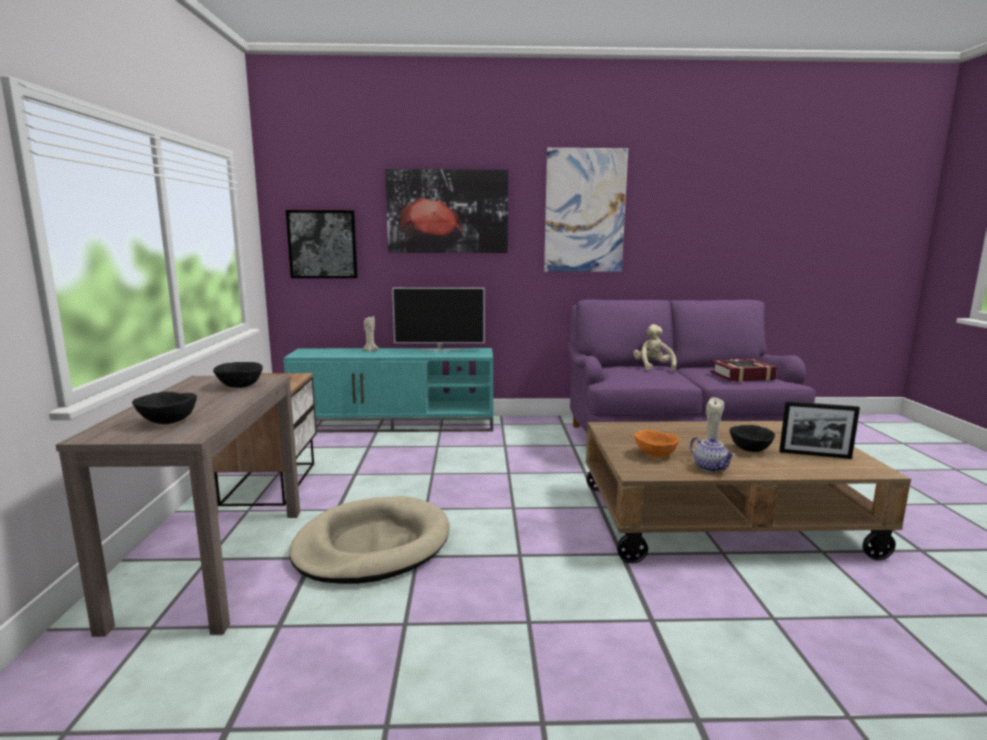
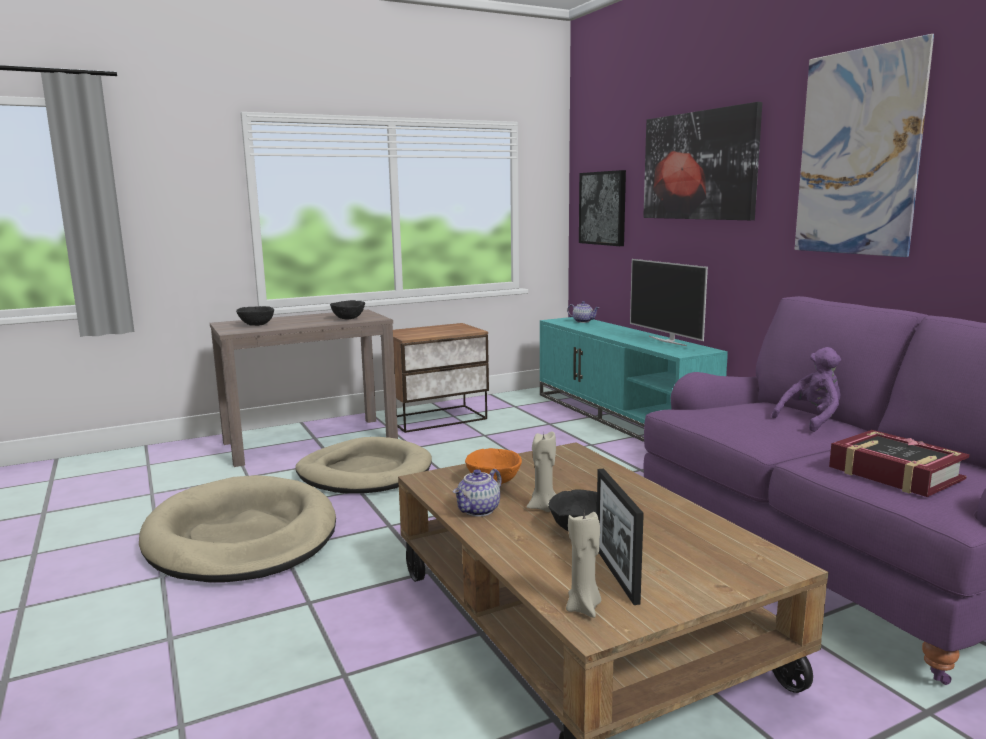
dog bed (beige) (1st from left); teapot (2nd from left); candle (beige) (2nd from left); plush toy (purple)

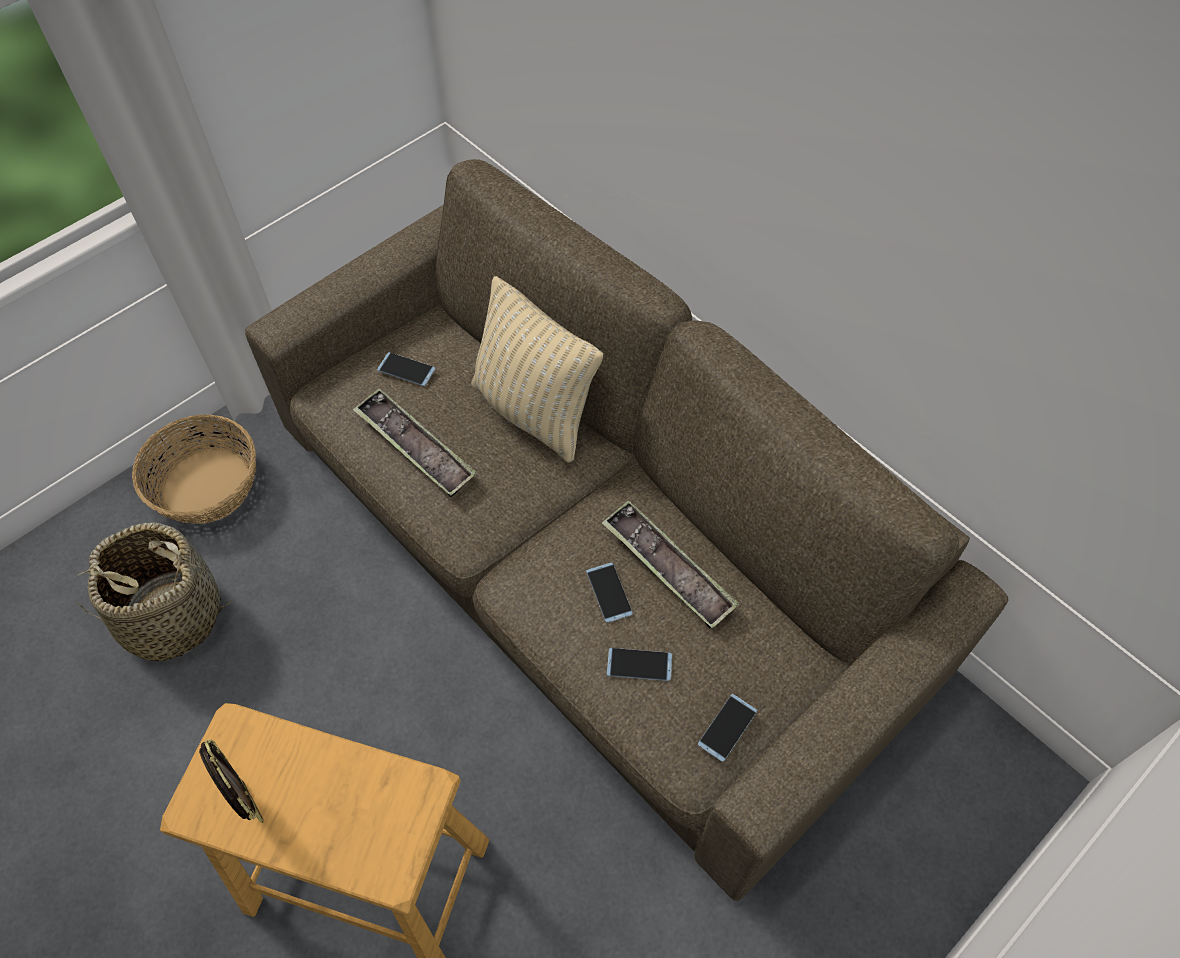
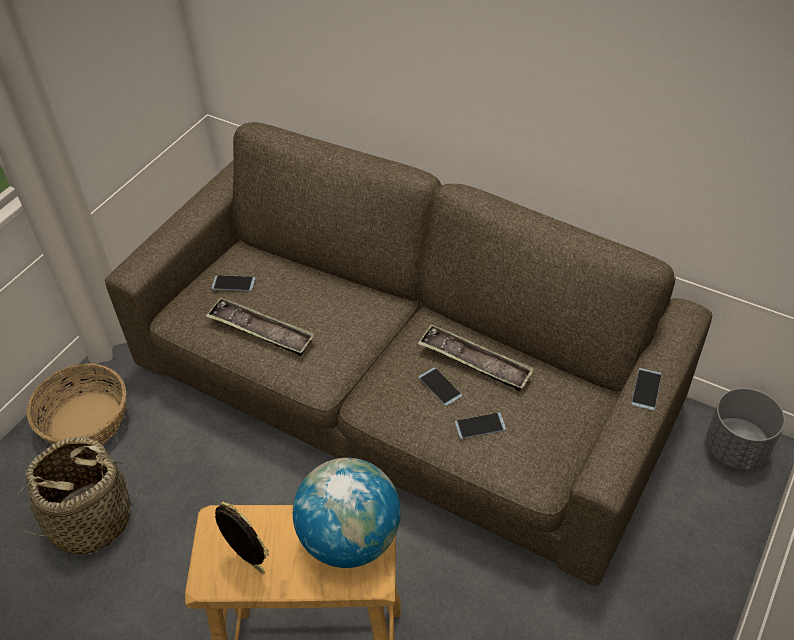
pillow (beige); globe; planter (grey); phone (4th from left)

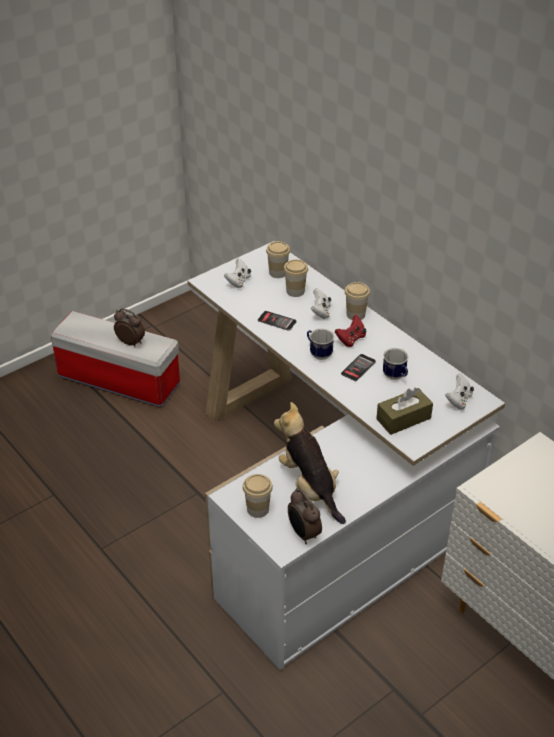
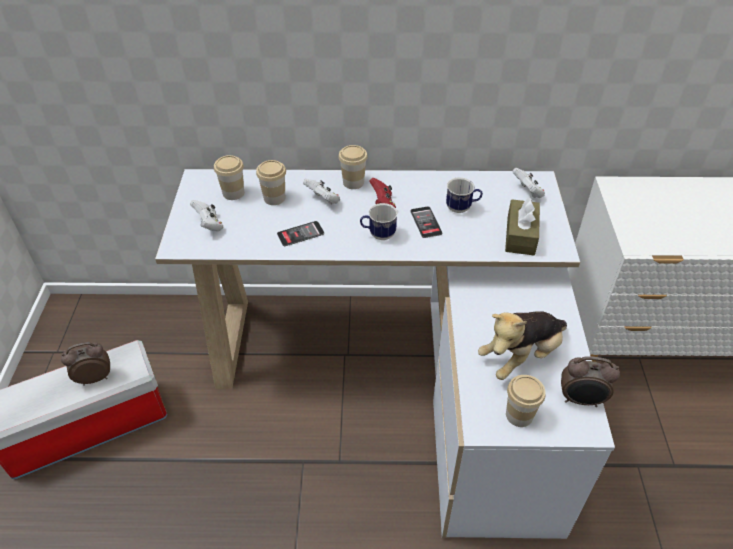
plush toy

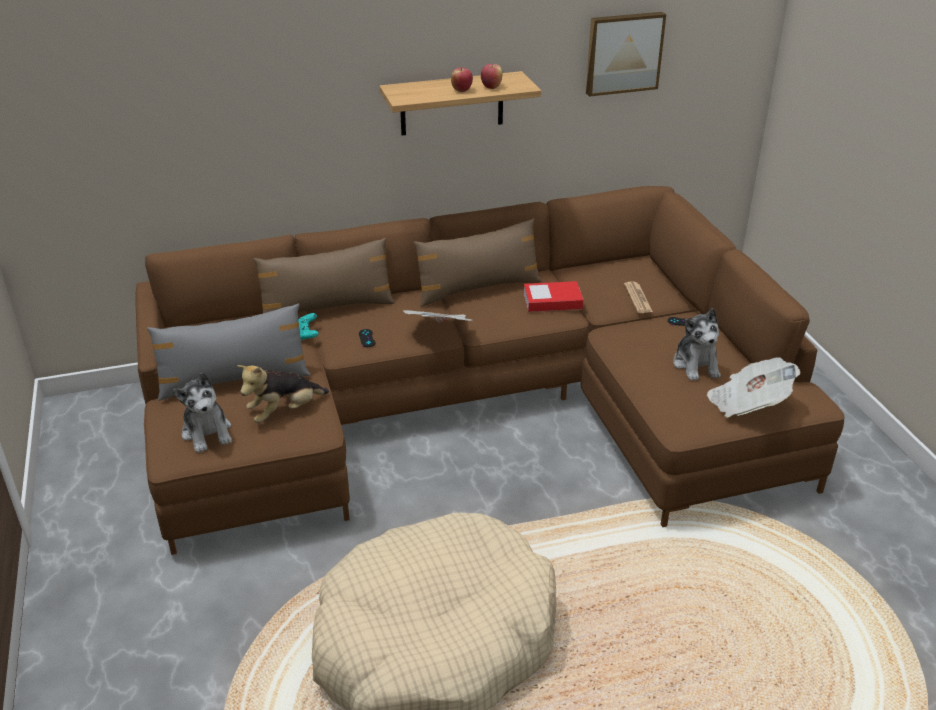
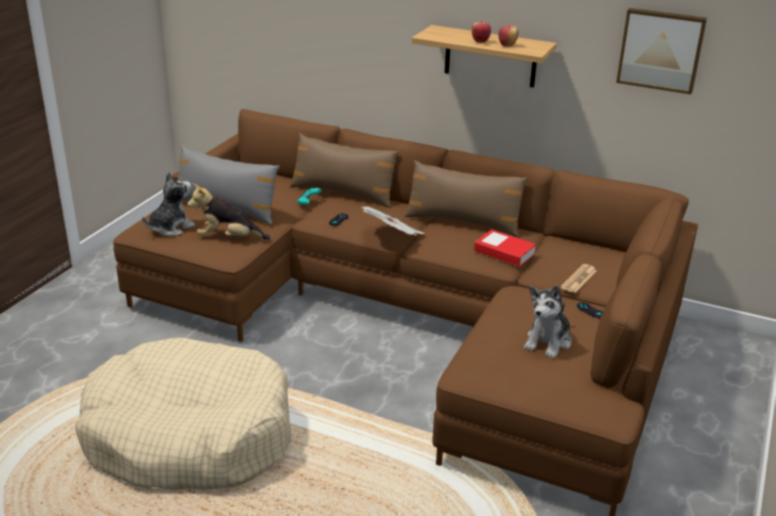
newspaper (3rd from left in the first image); plush toy (1st from left)

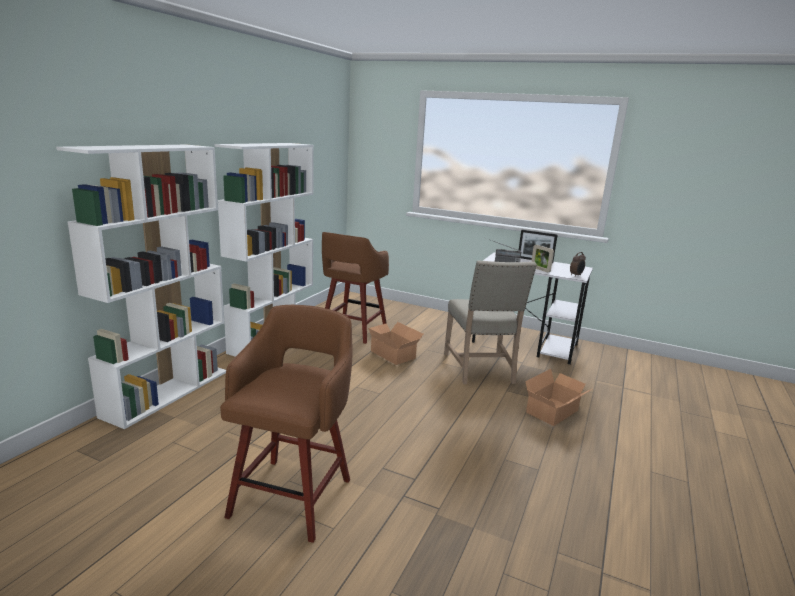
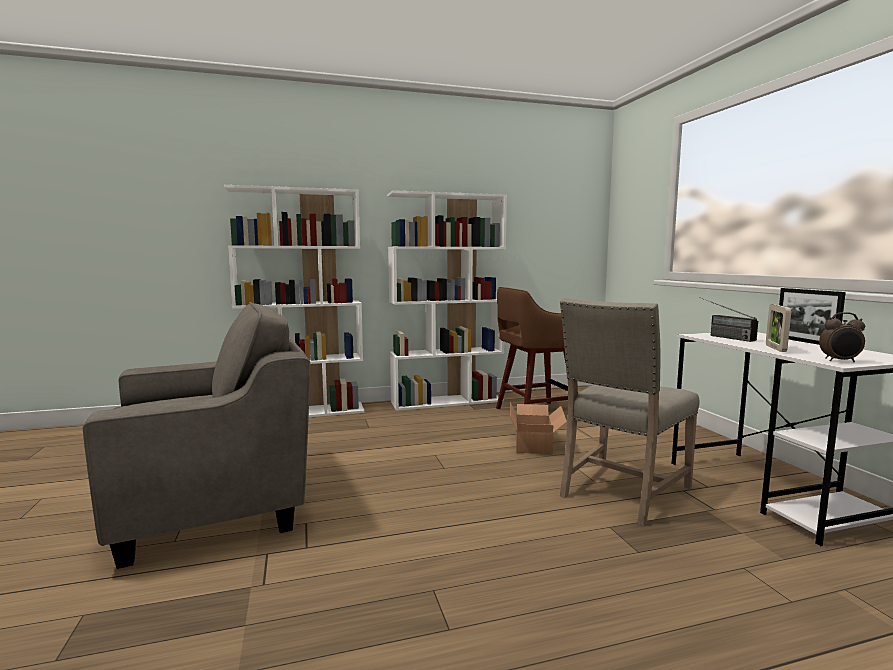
cardboard box (2nd from left in the first image); armchair (grey)

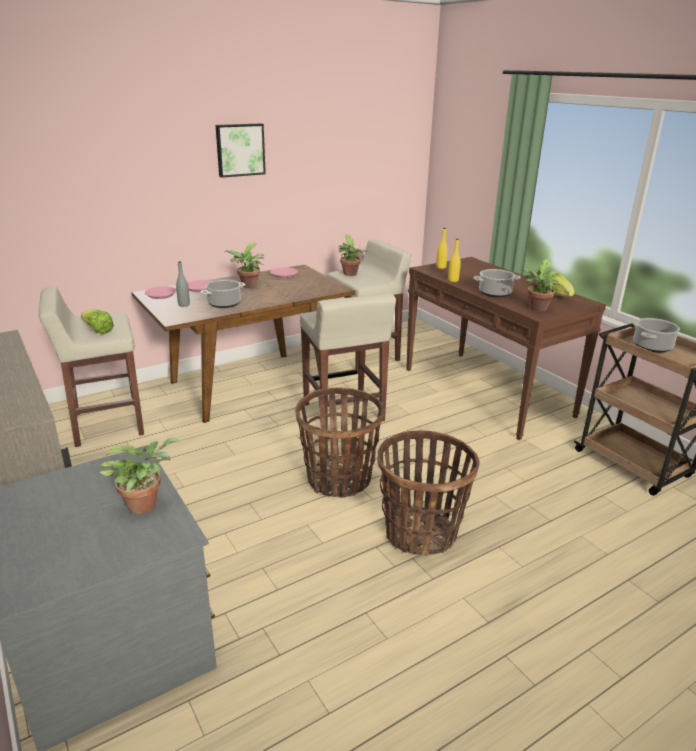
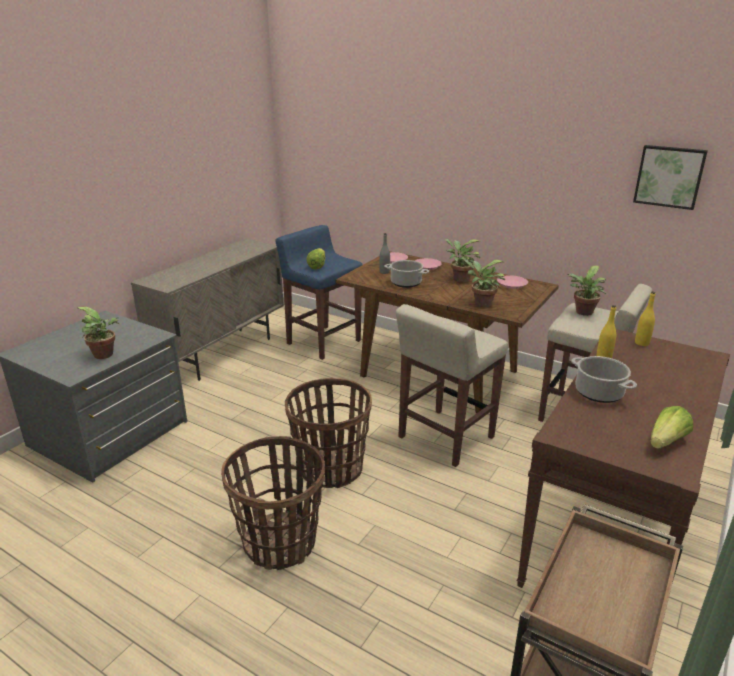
cooking pot (3rd from left in the first image); picture; potted plant (3rd from left); stool (blue)

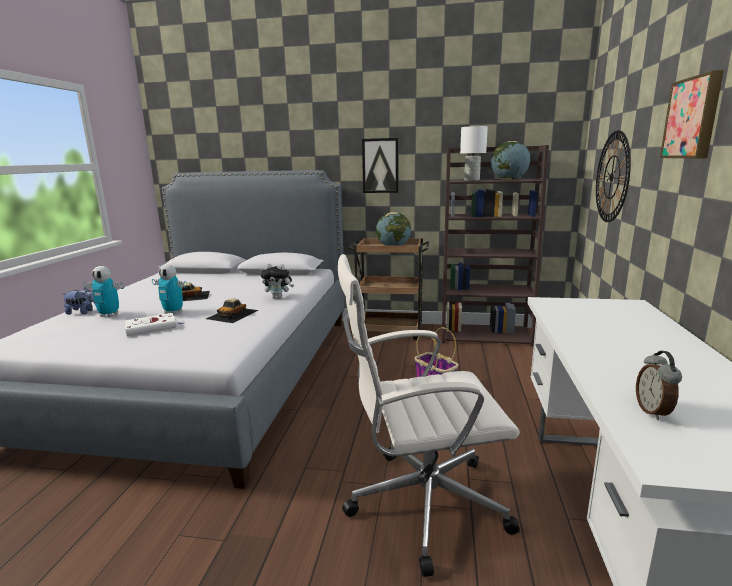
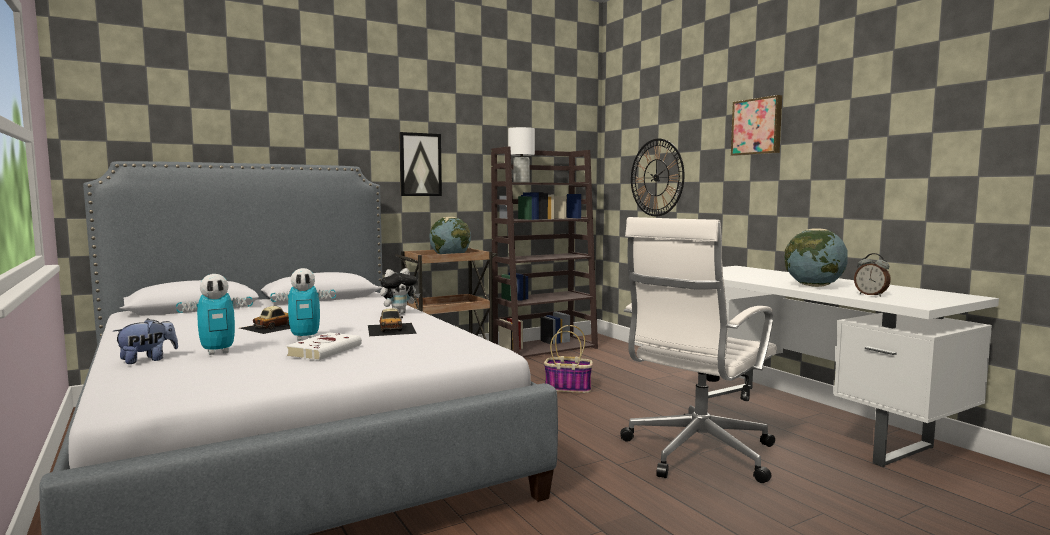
globe (2nd from left)

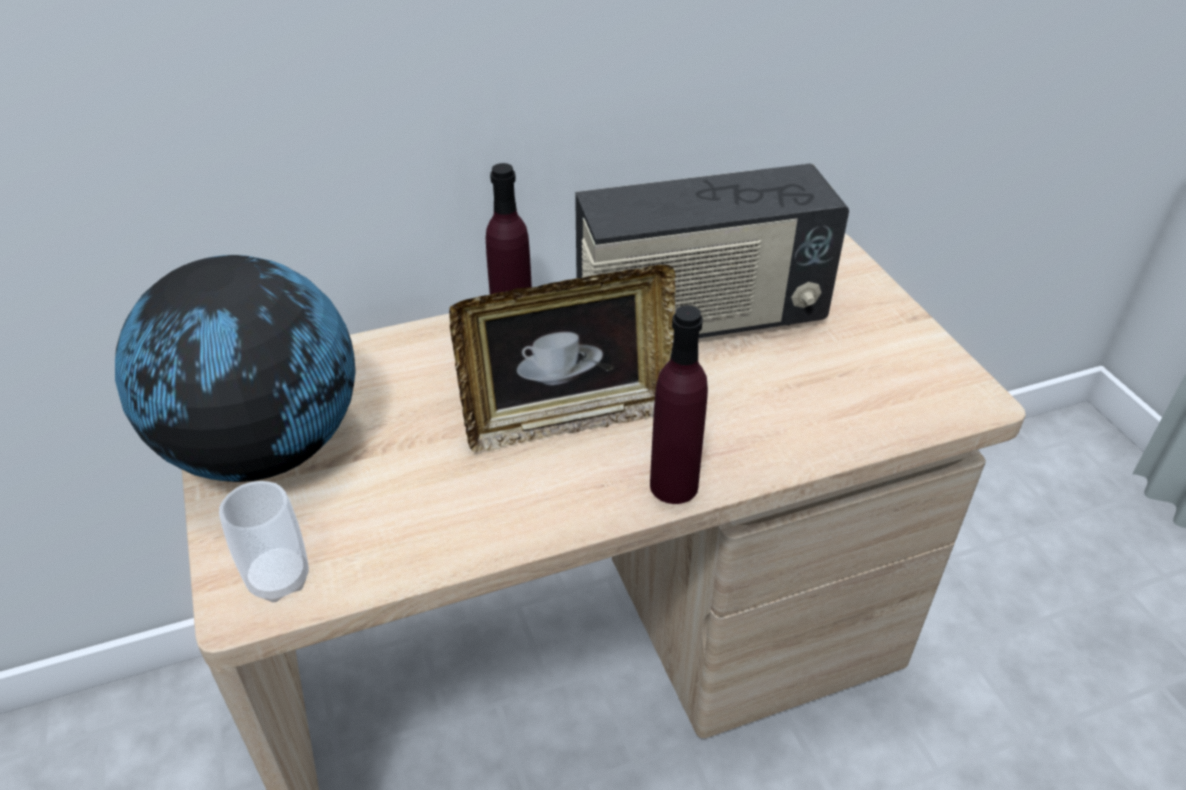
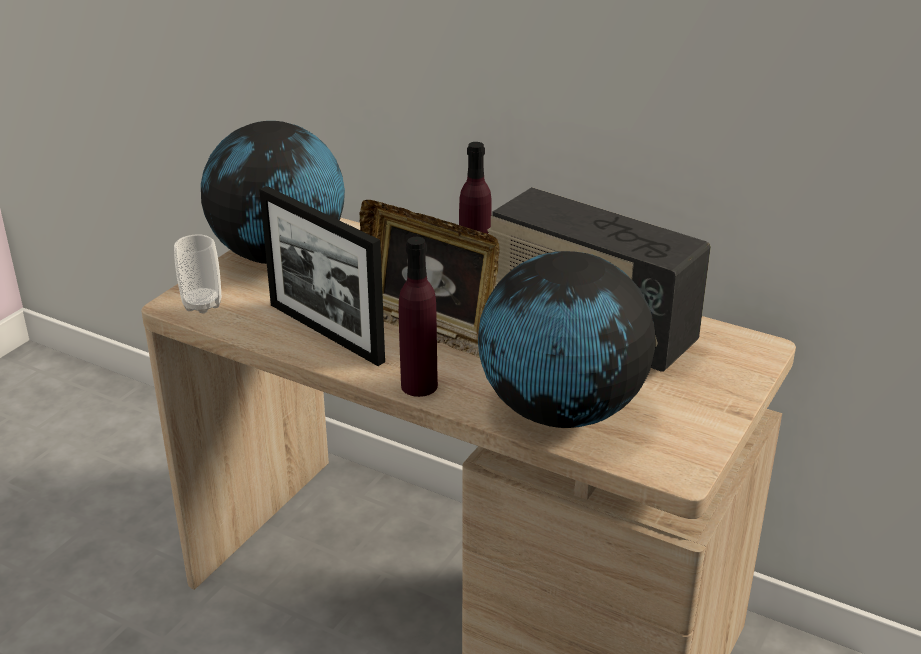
picture frame (1st from left); globe (2nd from left)

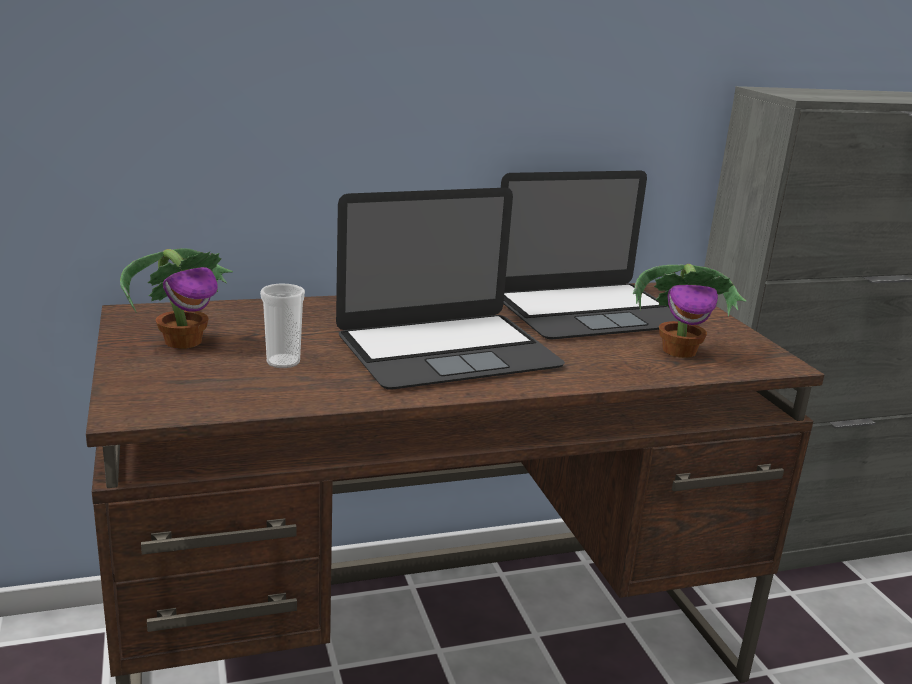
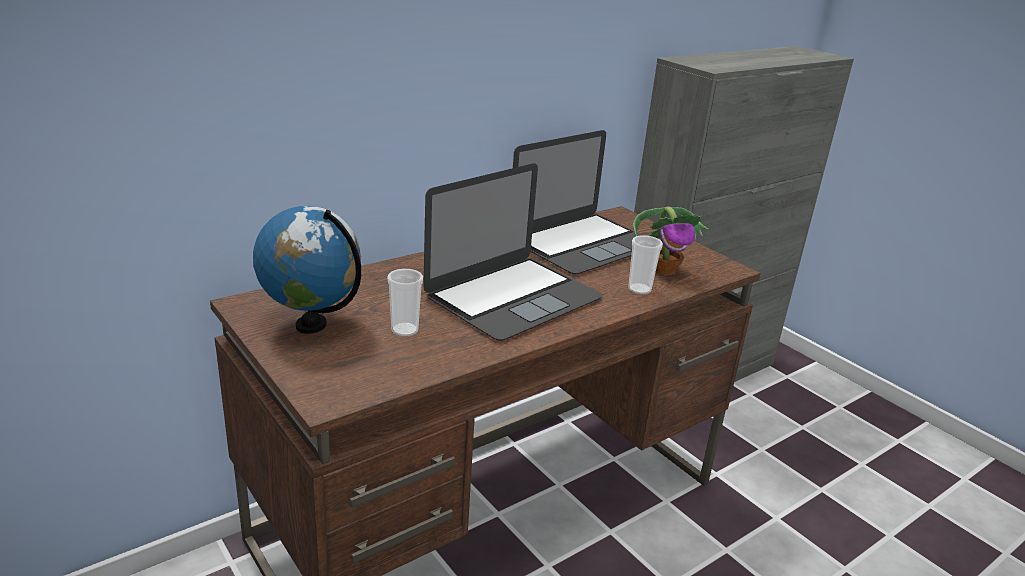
cup (2nd from left); globe

